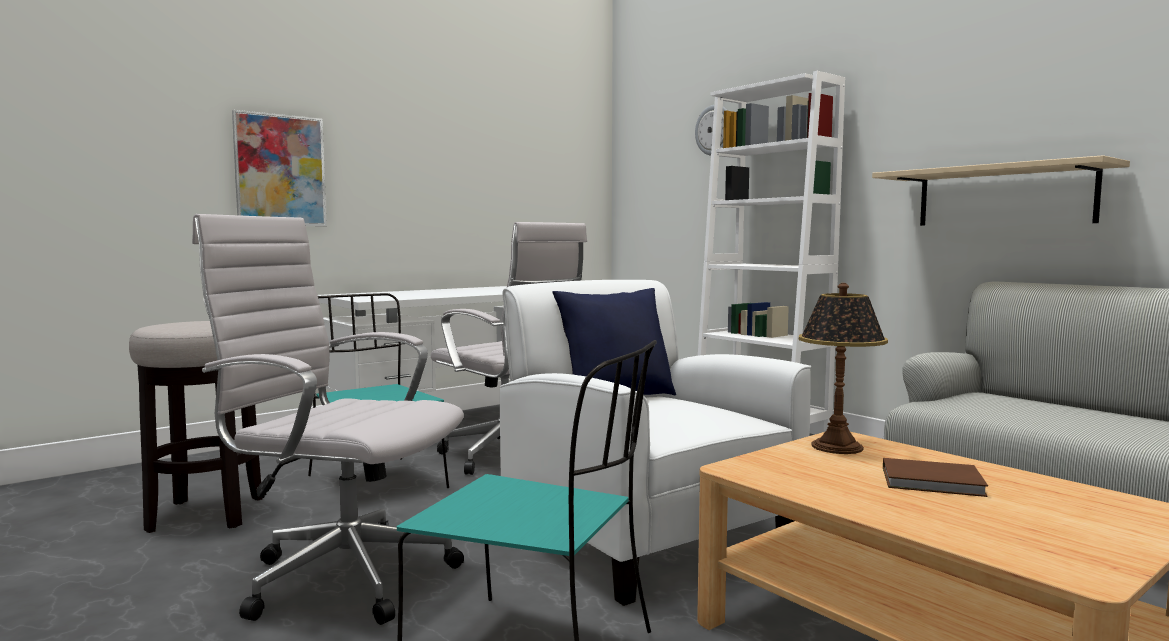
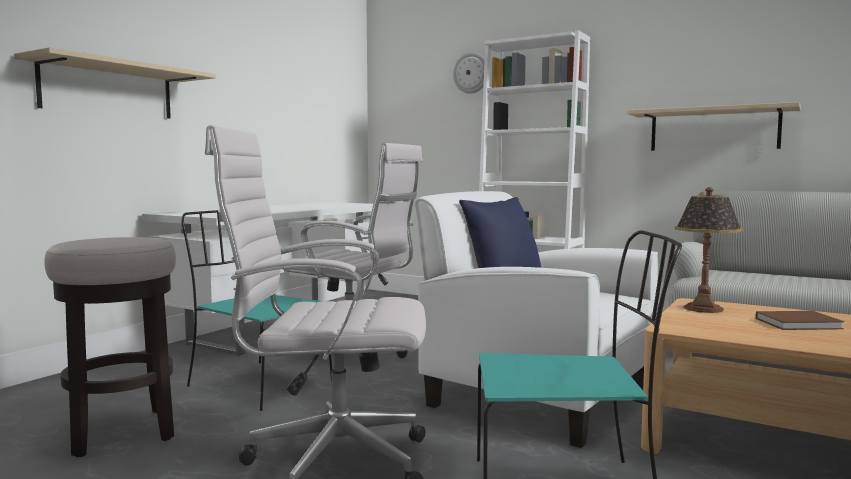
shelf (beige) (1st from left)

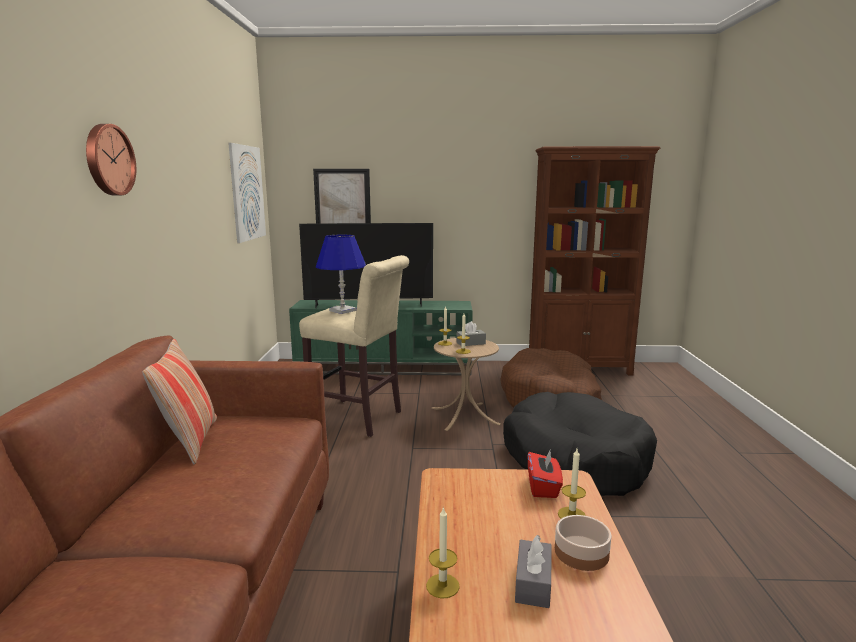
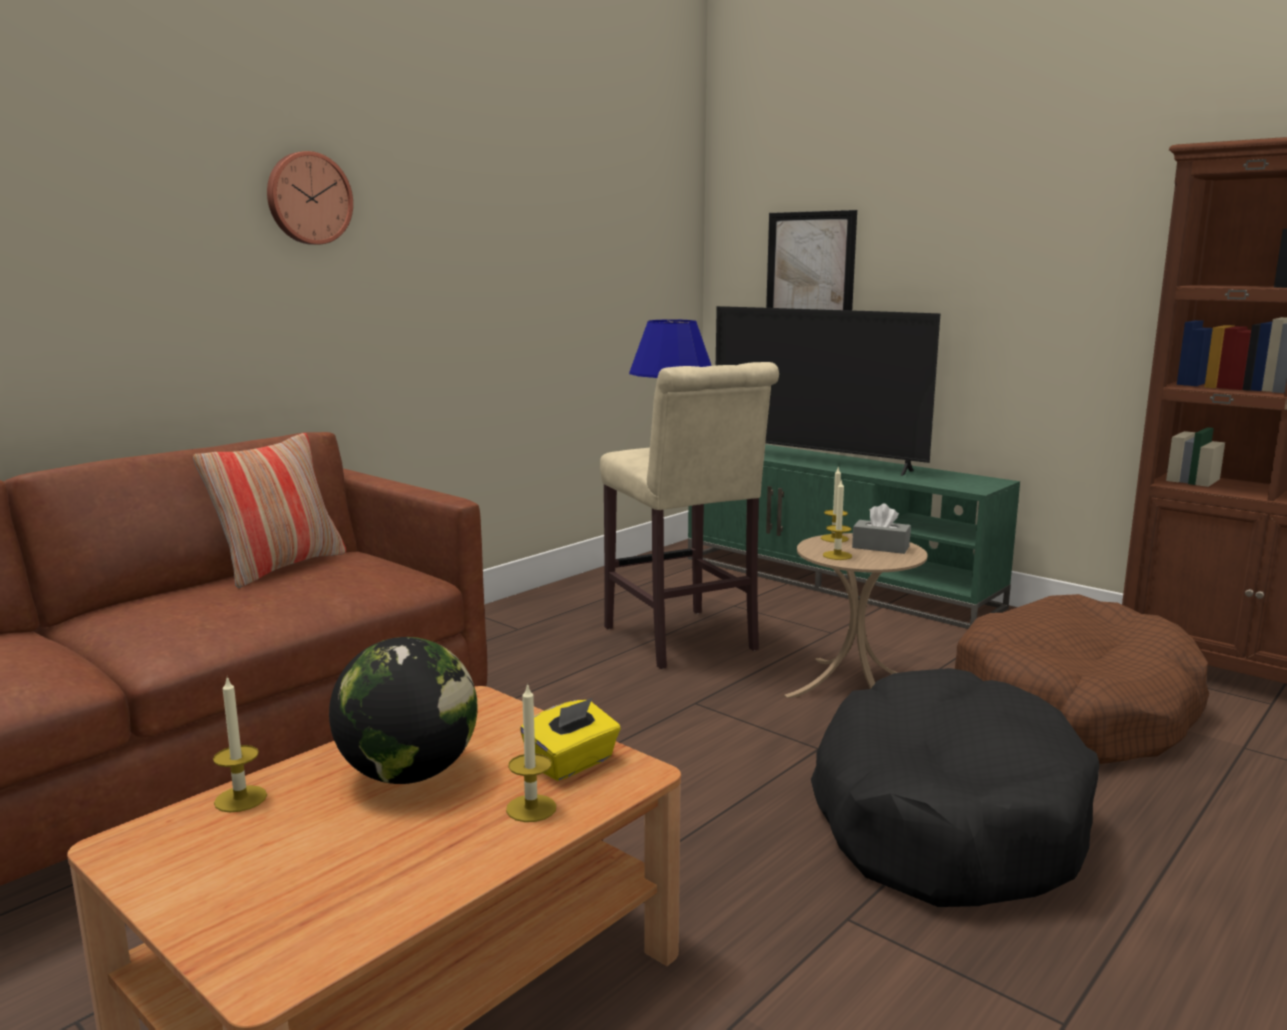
picture (1st from left in the first image); tissue box (grey) (2nd from left in the first image); bowl; globe; tissue box (yellow)

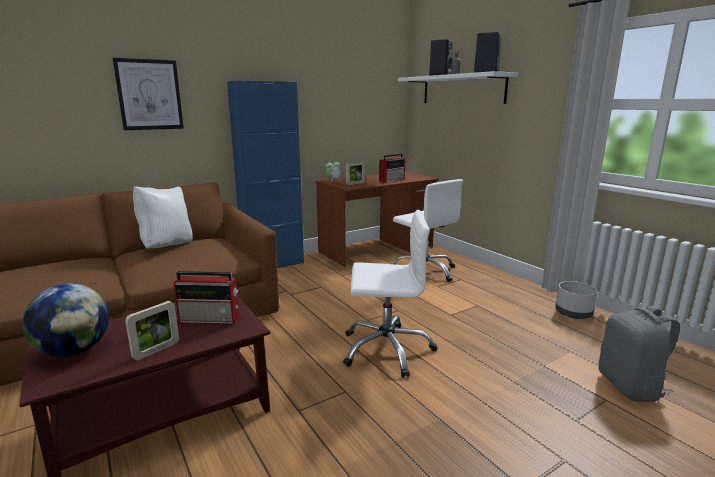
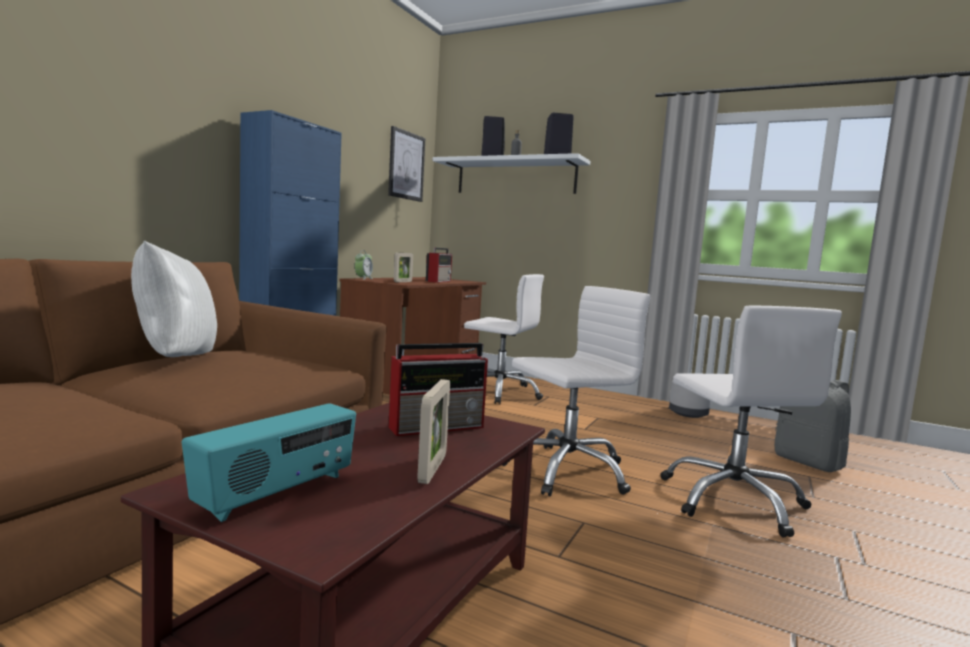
office chair (white) (3rd from left); picture; radio (1st from left)

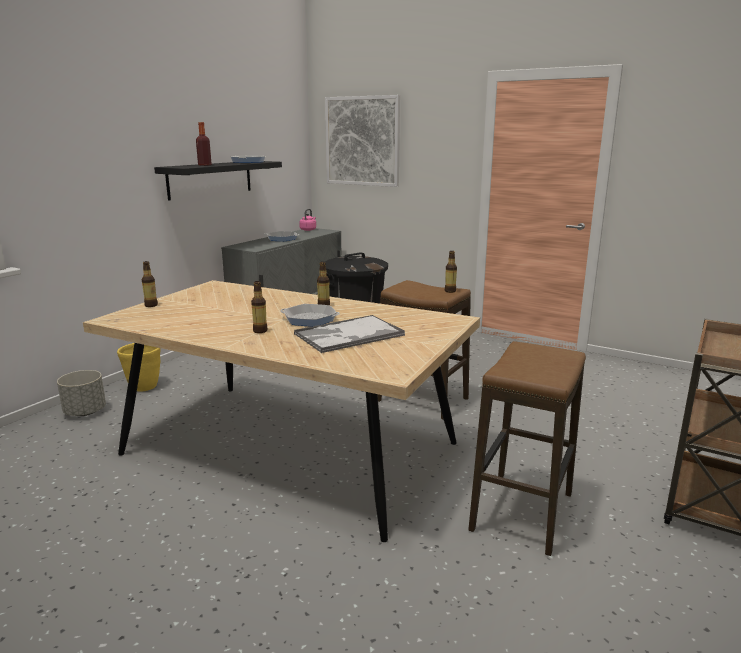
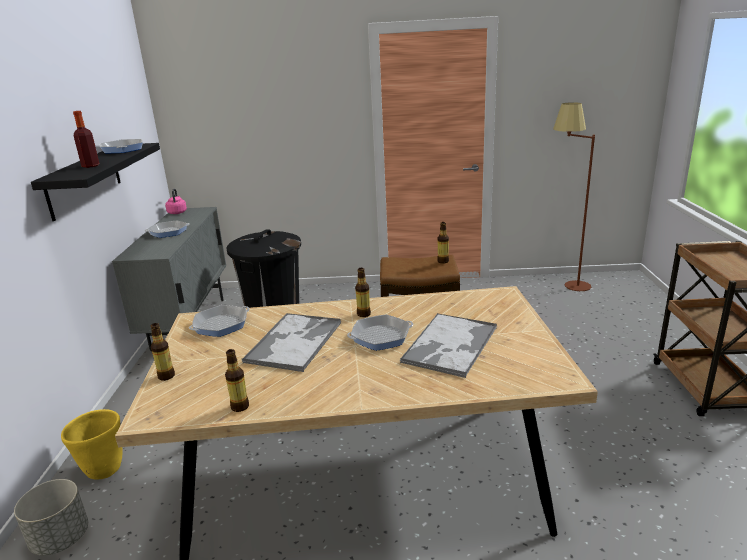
picture; stool (2nd from left in the first image); frying pan (3rd from left); tray (1st from left); floor lamp (brown); bottle (3rd from left)

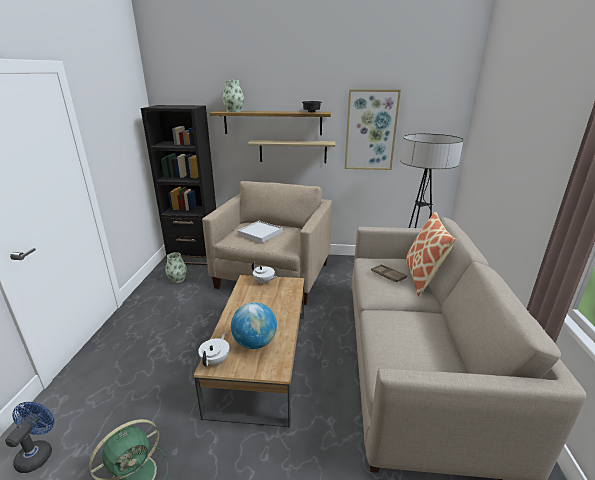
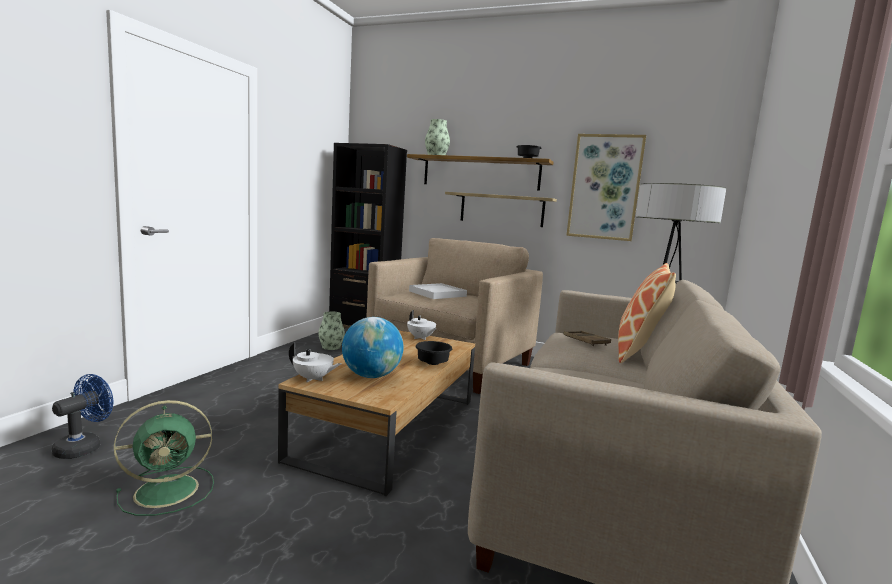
bowl (black) (1st from left); teapot (white) (1st from left)

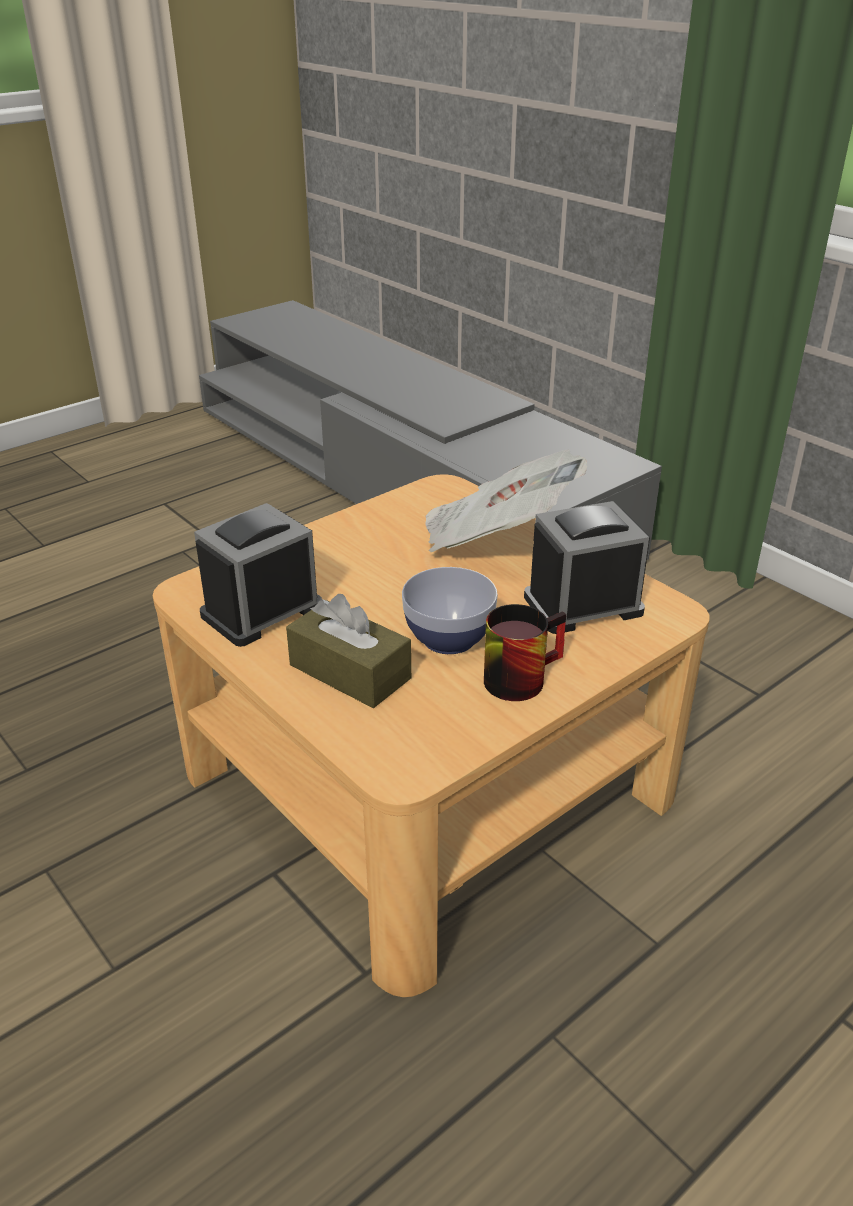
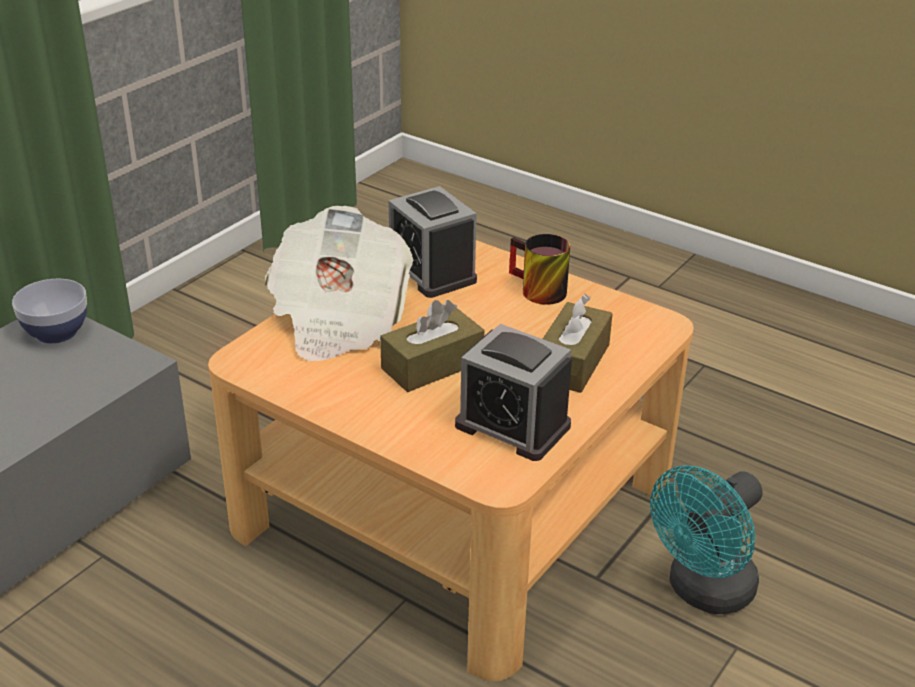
tissue box (brown) (1st from left); fan (turquoise); bowl

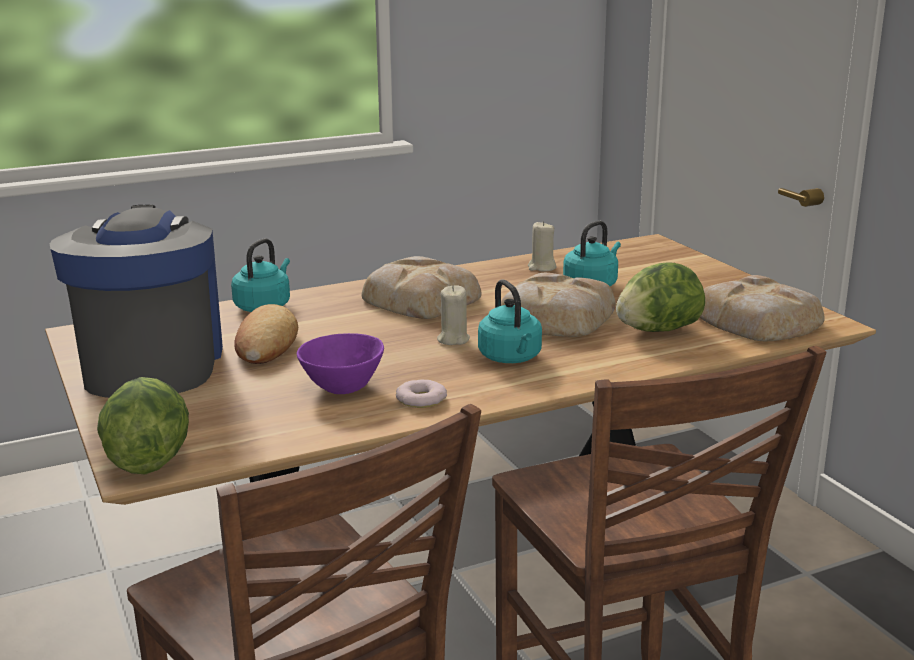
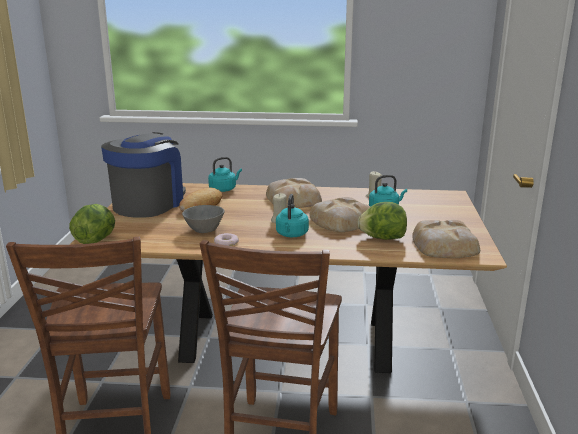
bowl (grey)

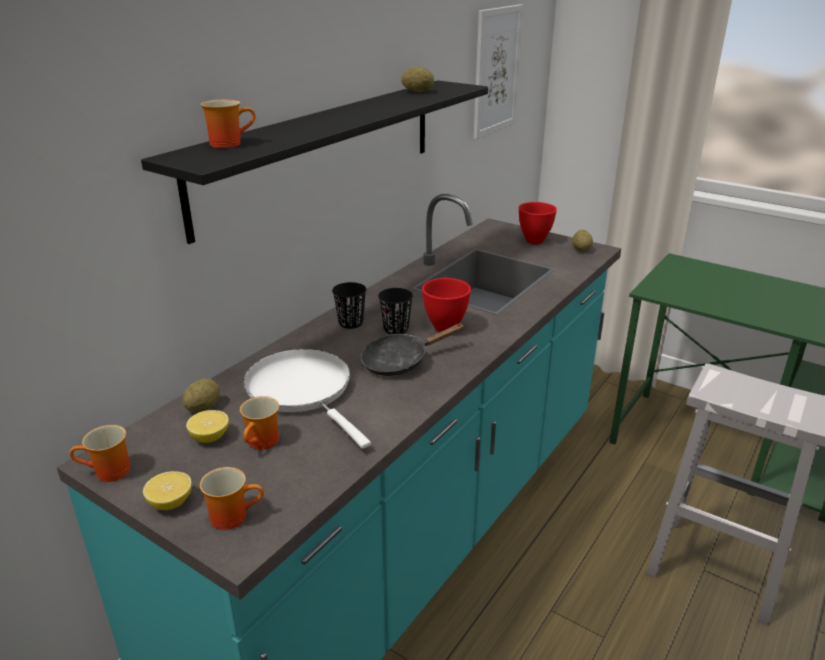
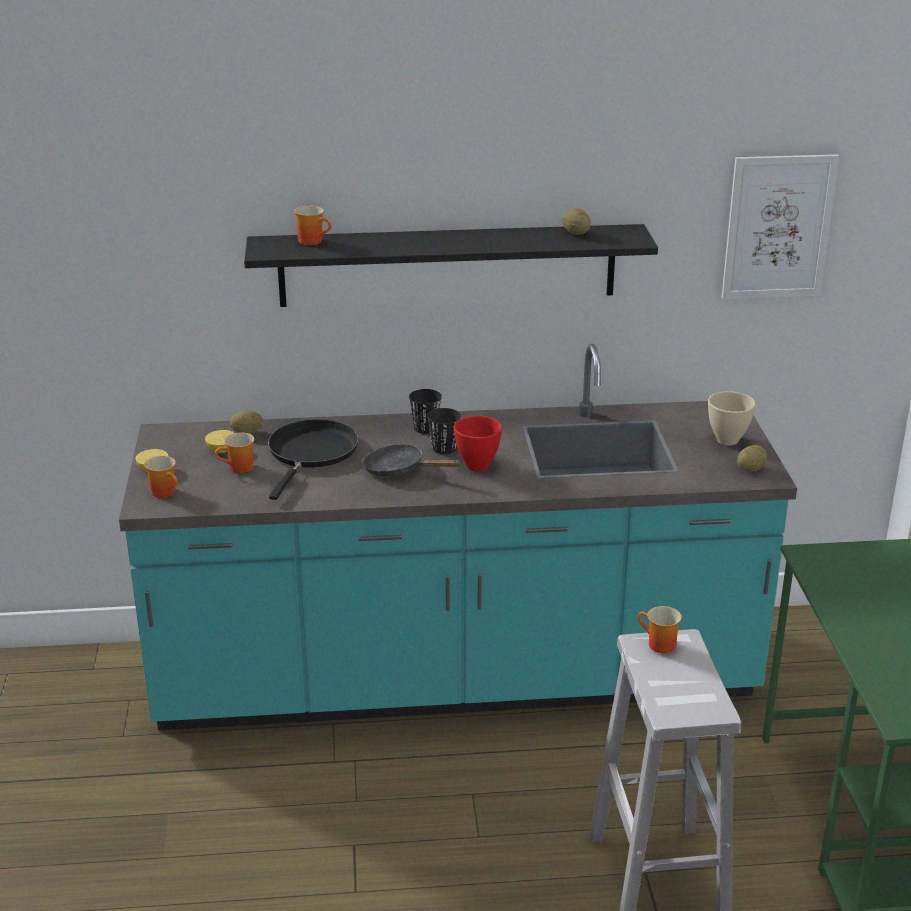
mug (4th from left); frying pan (black) (1st from left); bowl (beige)

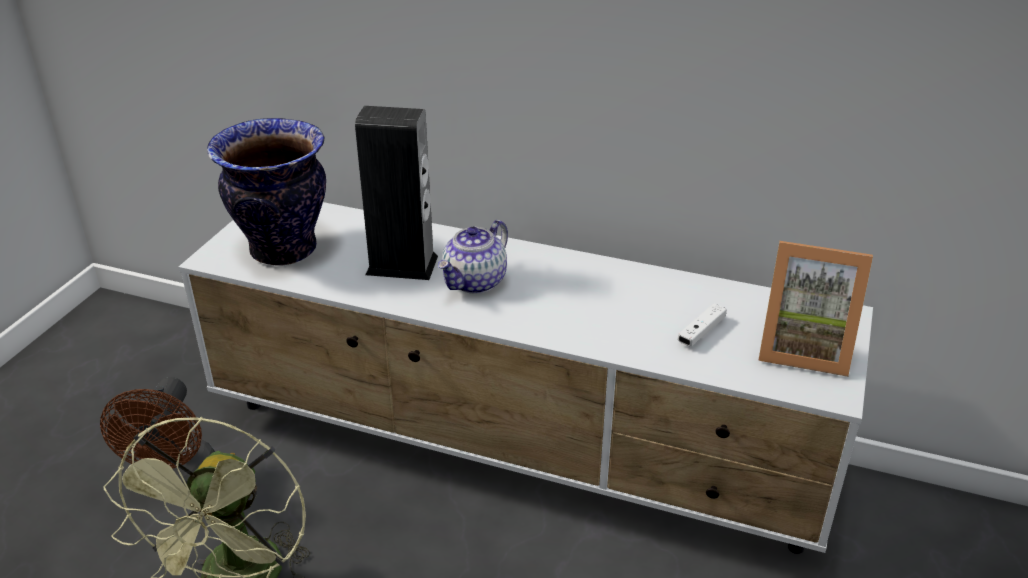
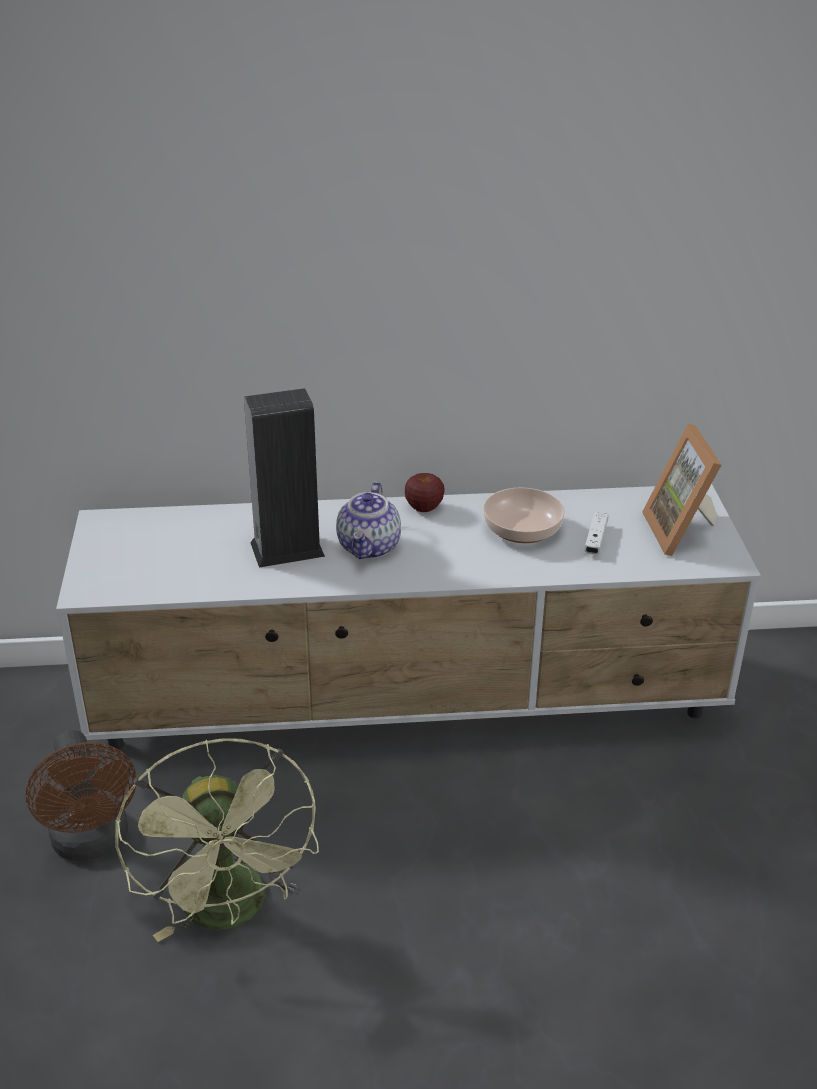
vase; apple; bowl; picture frame

